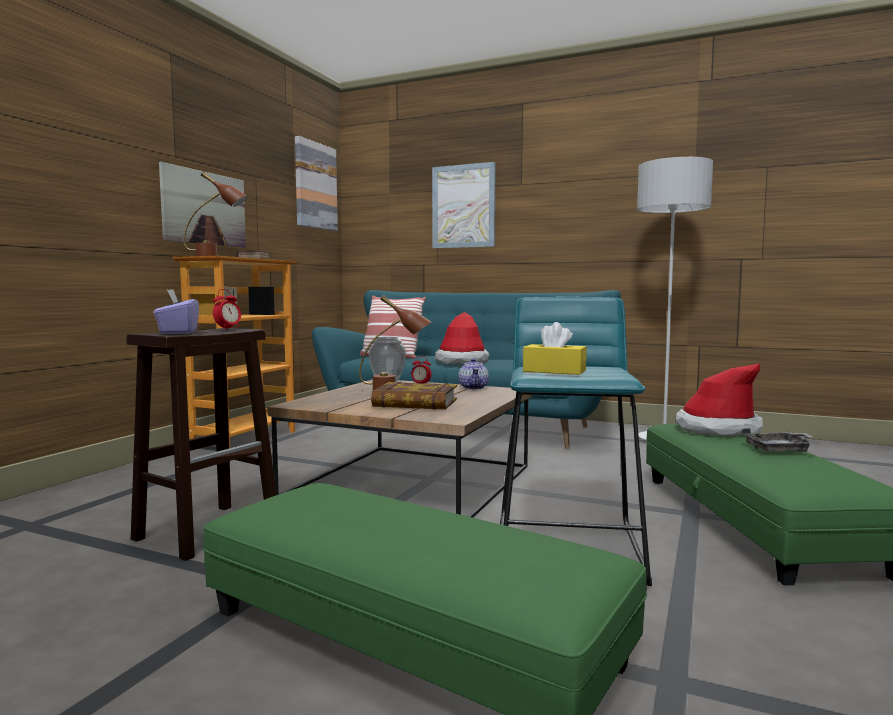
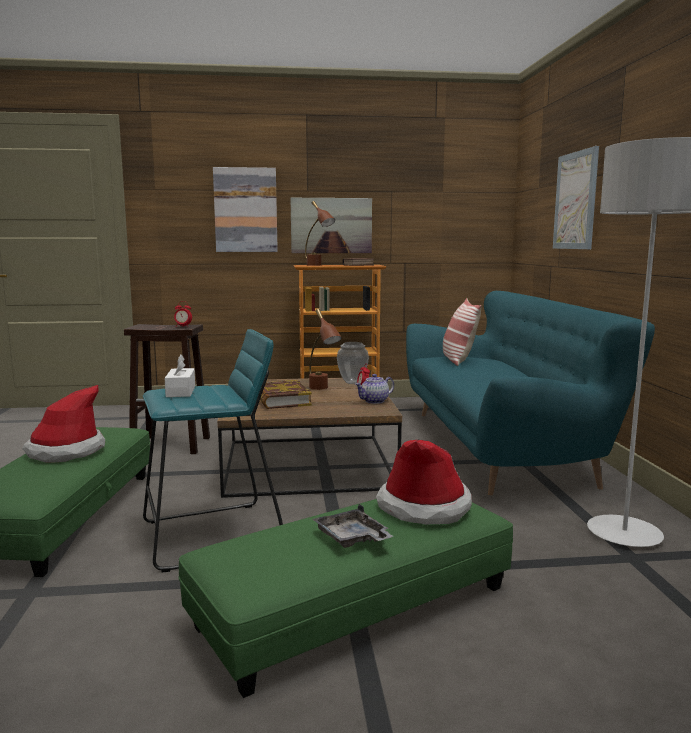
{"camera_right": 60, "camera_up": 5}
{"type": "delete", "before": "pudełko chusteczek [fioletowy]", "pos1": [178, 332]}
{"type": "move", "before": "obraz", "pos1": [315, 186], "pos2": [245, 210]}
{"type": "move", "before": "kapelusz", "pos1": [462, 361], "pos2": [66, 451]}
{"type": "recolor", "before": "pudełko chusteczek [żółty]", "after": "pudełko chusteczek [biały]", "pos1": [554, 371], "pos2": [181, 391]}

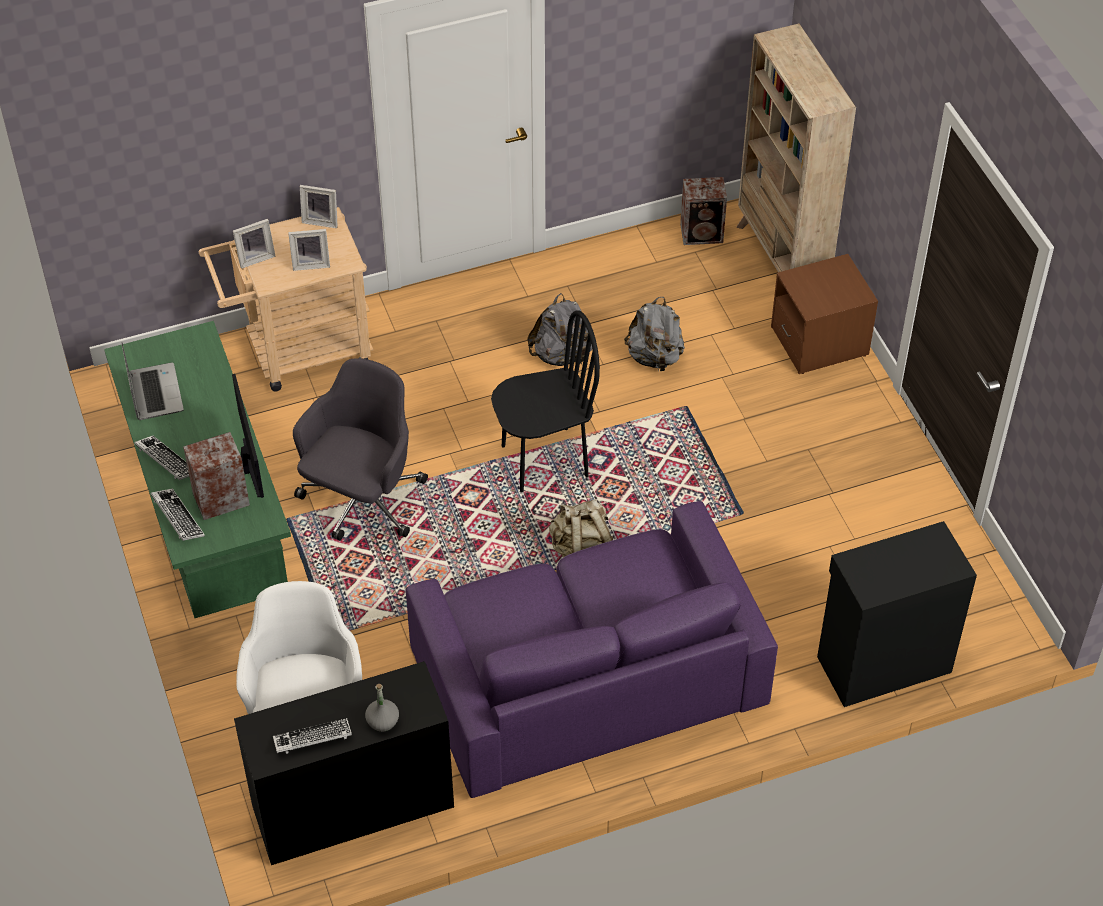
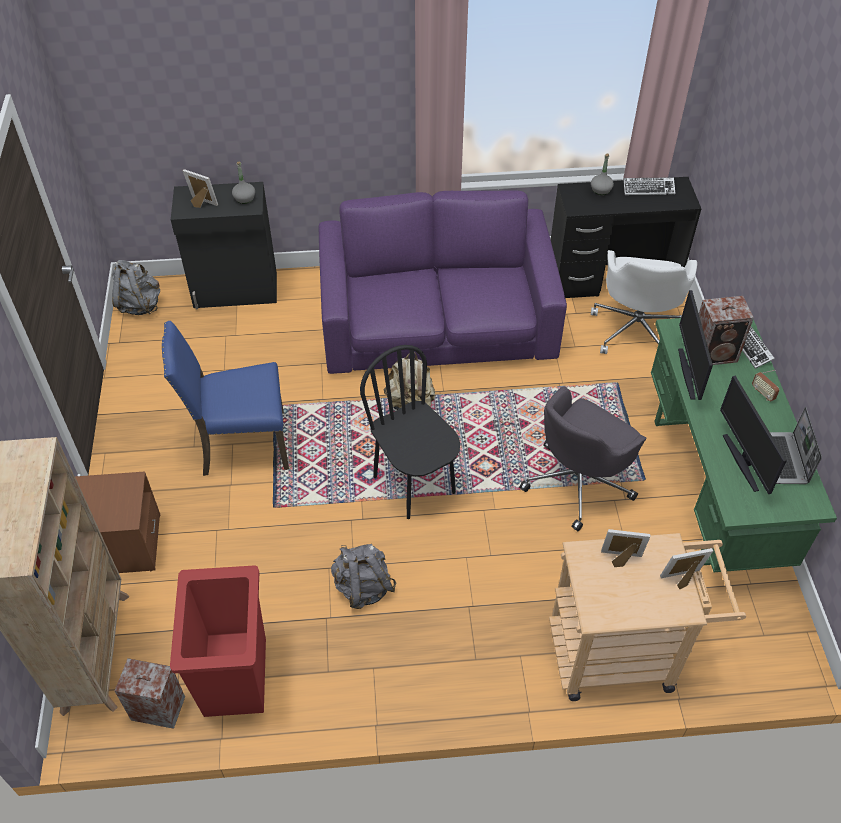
{"camera_right": -165, "camera_up": 0}
{"type": "insert", "after": "krzesło [niebieski]", "pos2": [241, 445]}
{"type": "insert", "after": "kosz na śmieci [czerwony]", "pos2": [236, 676]}
{"type": "insert", "after": "butelka [szary]", "pos2": [244, 198]}
{"type": "insert", "after": "monitor", "pos2": [742, 462]}
{"type": "move", "before": "ramka na zdjęcie", "pos1": [321, 220], "pos2": [202, 204]}
{"type": "move", "before": "plecak [szary]", "pos1": [655, 357], "pos2": [140, 304]}
{"type": "replace", "before": "klawiatura", "after": "radio", "pos1": [166, 461], "pos2": [762, 393]}
{"type": "rotate", "before": "krzesło [czarny]", "pos1": [544, 460], "pos2": [415, 484], "turn": 60}

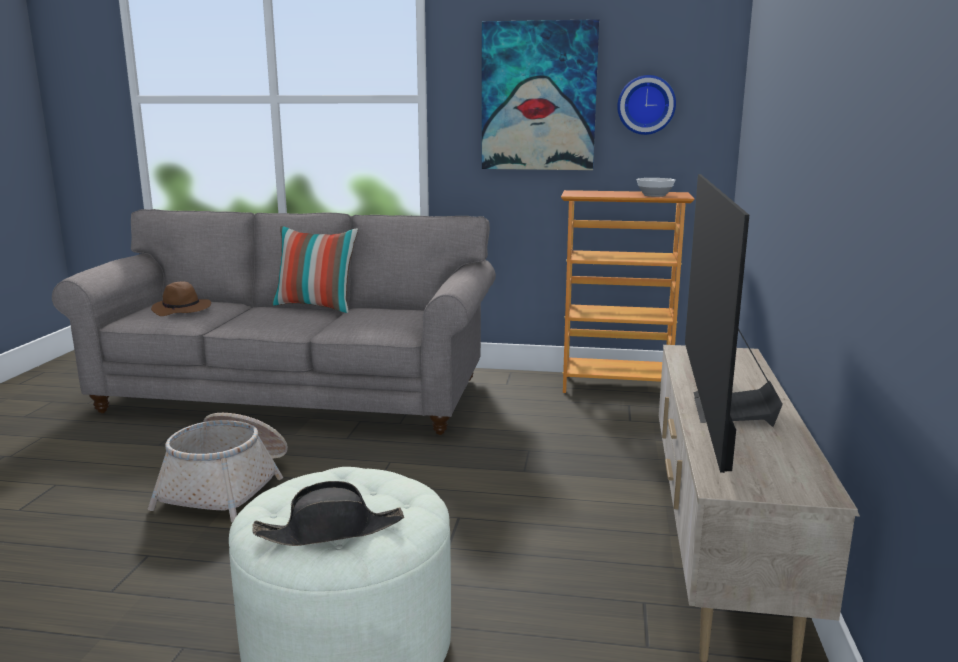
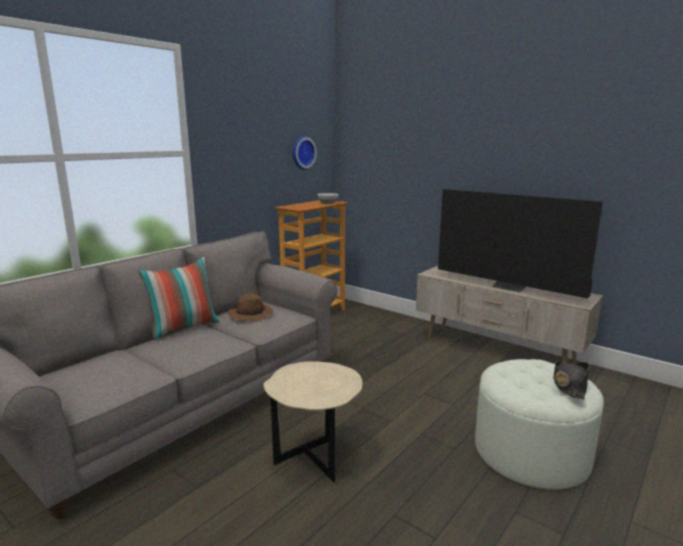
{"camera_right": -60, "camera_up": 0}
{"type": "delete", "before": "obraz", "pos1": [538, 97]}
{"type": "move", "before": "kapelusz [brązowy]", "pos1": [182, 310], "pos2": [251, 315]}
{"type": "replace", "before": "koszyk", "after": "stolik [beżowy]", "pos1": [228, 486], "pos2": [315, 462]}

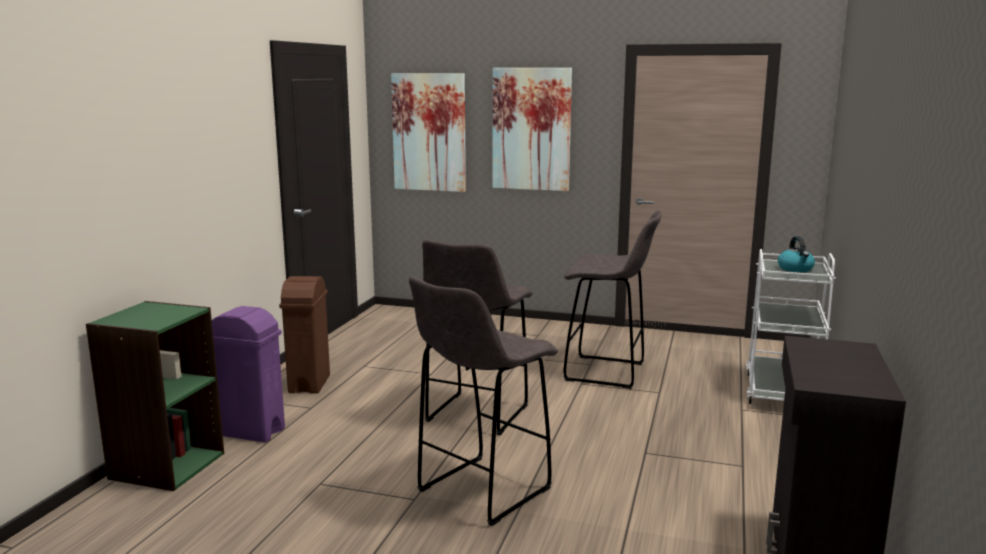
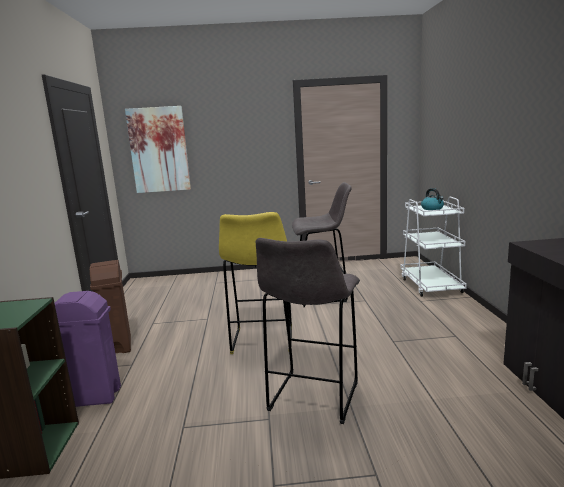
{"camera_right": -20, "camera_up": 0}
{"type": "delete", "before": "obraz", "pos1": [531, 129]}
{"type": "recolor", "before": "stołek [szary]", "after": "stołek [żółty]", "pos1": [476, 415], "pos2": [262, 341]}

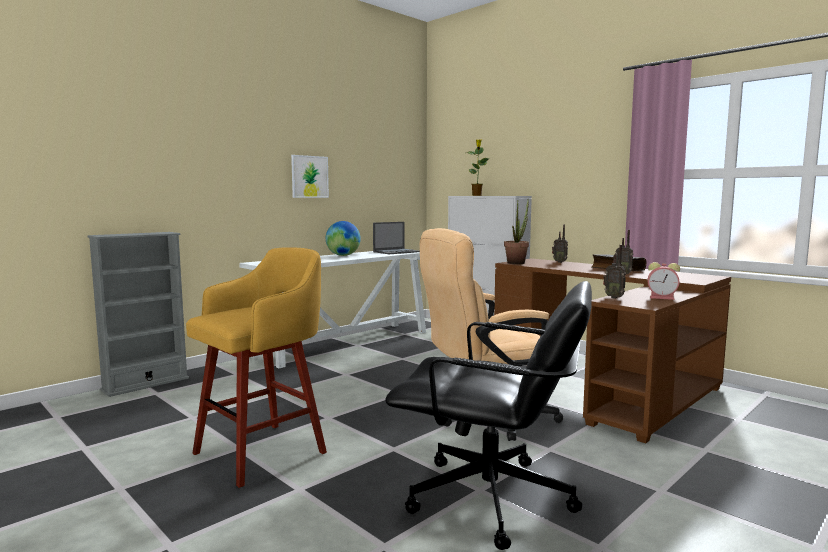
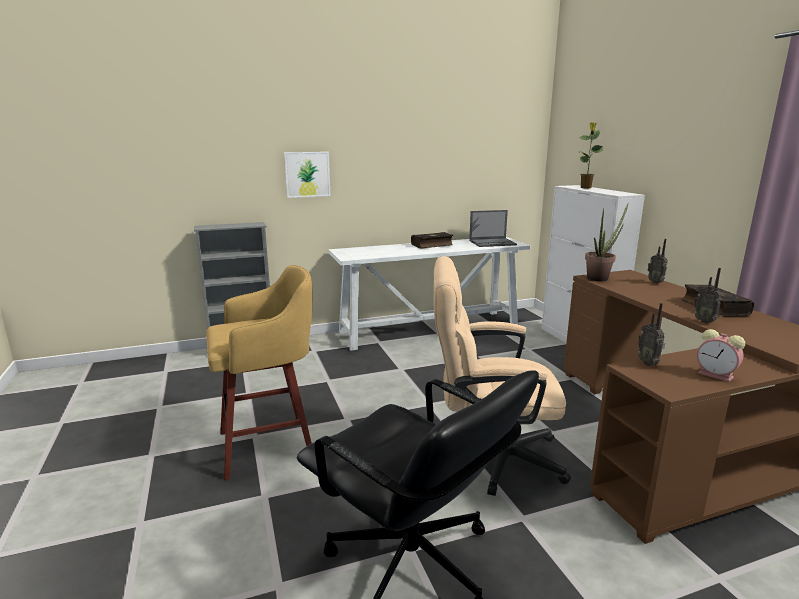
{"camera_right": 25, "camera_up": 10}
{"type": "move", "before": "obraz", "pos1": [309, 177], "pos2": [307, 174]}
{"type": "replace", "before": "globus", "after": "książka", "pos1": [343, 255], "pos2": [432, 245]}

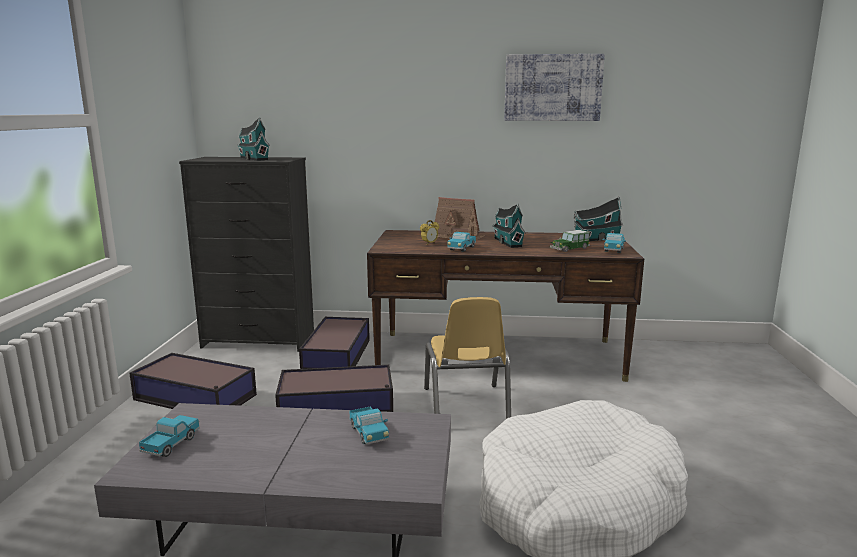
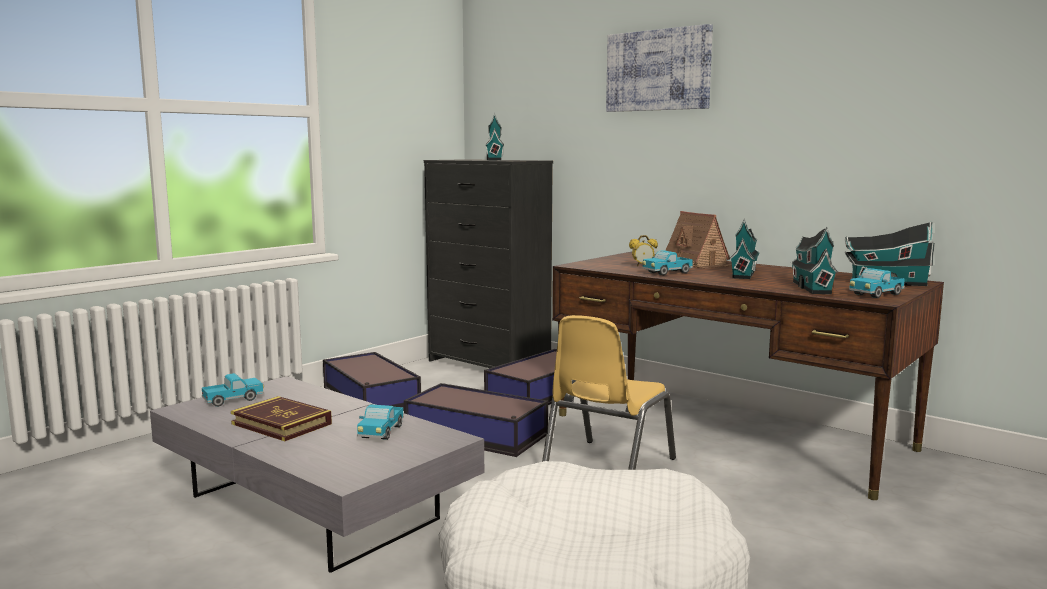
{"camera_right": 35, "camera_up": -5}
{"type": "insert", "after": "książka", "pos2": [281, 424]}
{"type": "move", "before": "obraz", "pos1": [553, 88], "pos2": [658, 70]}
{"type": "replace", "before": "samochodzik", "after": "domek", "pos1": [569, 249], "pos2": [810, 287]}

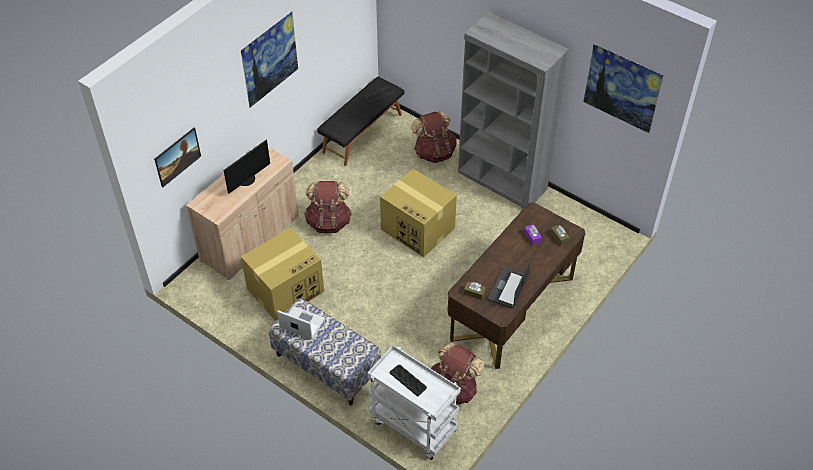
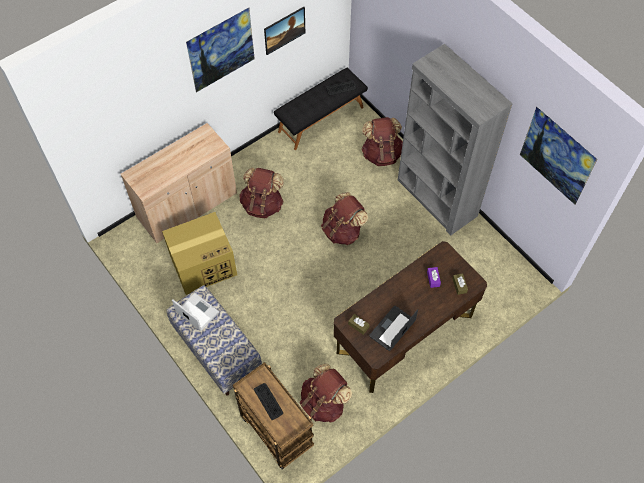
{"camera_right": 15, "camera_up": 10}
{"type": "delete", "before": "monitor", "pos1": [247, 180]}
{"type": "move", "before": "obraz", "pos1": [179, 164], "pos2": [285, 37]}
{"type": "replace", "before": "karton", "after": "plecak [brązowy]", "pos1": [418, 229], "pos2": [342, 231]}
{"type": "recolor", "before": "wózek [biały]", "after": "wózek [brązowy]", "pos1": [412, 426], "pos2": [275, 430]}

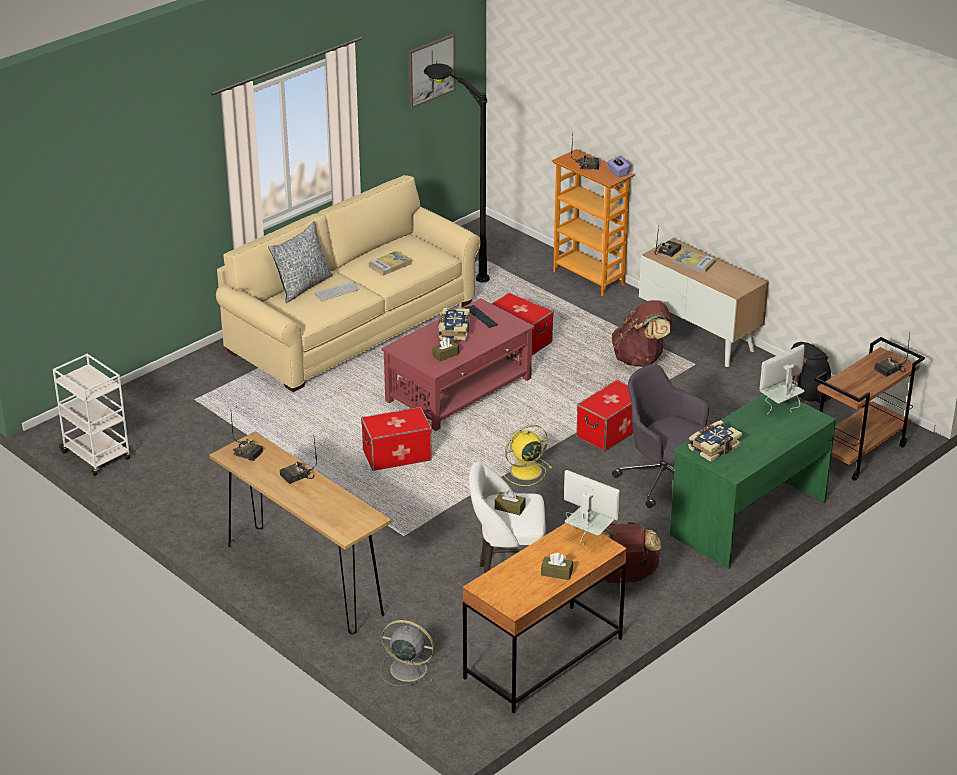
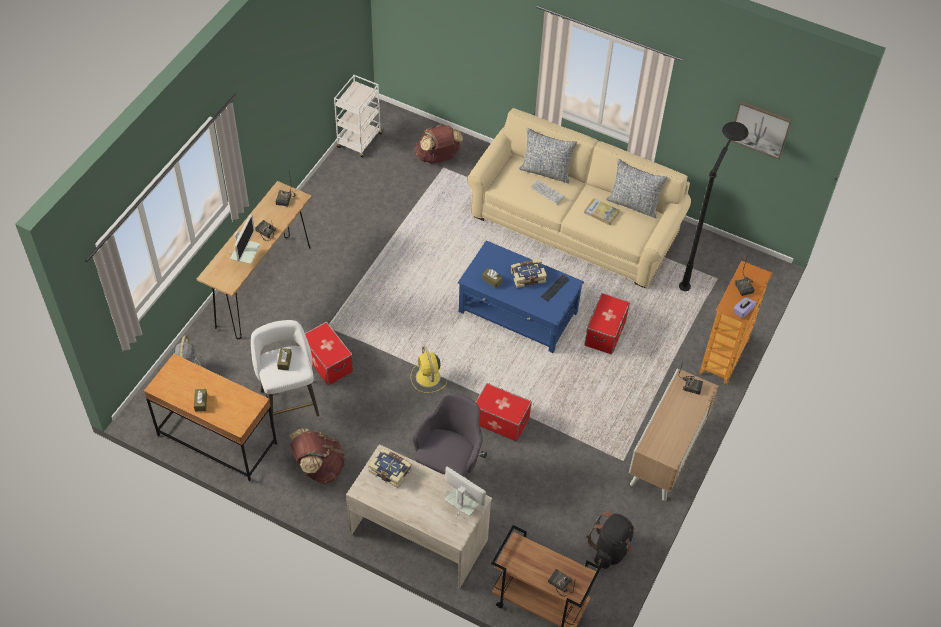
{"camera_right": 70, "camera_up": 20}
{"type": "delete", "before": "książka", "pos1": [693, 263]}
{"type": "insert", "after": "poduszka", "pos2": [633, 204]}
{"type": "move", "before": "pojemnik do przechowywania", "pos1": [397, 455], "pos2": [327, 362]}
{"type": "move", "before": "monitor", "pos1": [587, 538], "pos2": [246, 260]}
{"type": "move", "before": "plecak [brązowy]", "pos1": [640, 359], "pos2": [438, 158]}
{"type": "recolor", "before": "ława [czerwony]", "after": "ława [niebieski]", "pos1": [459, 389], "pos2": [518, 312]}
{"type": "recolor", "before": "biurko [zielony]", "after": "biurko [beżowy]", "pos1": [747, 517], "pos2": [419, 536]}
{"type": "rotate", "before": "wentylator [żółty]", "pos1": [524, 471], "pos2": [428, 378], "turn": -150}

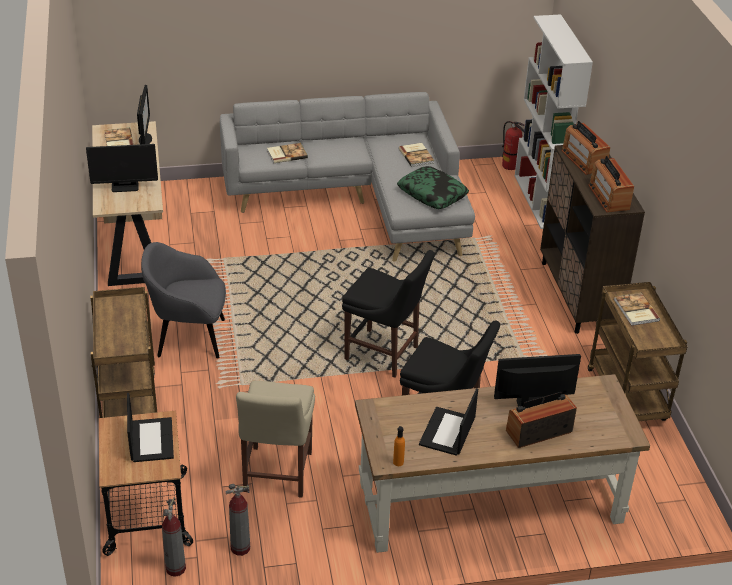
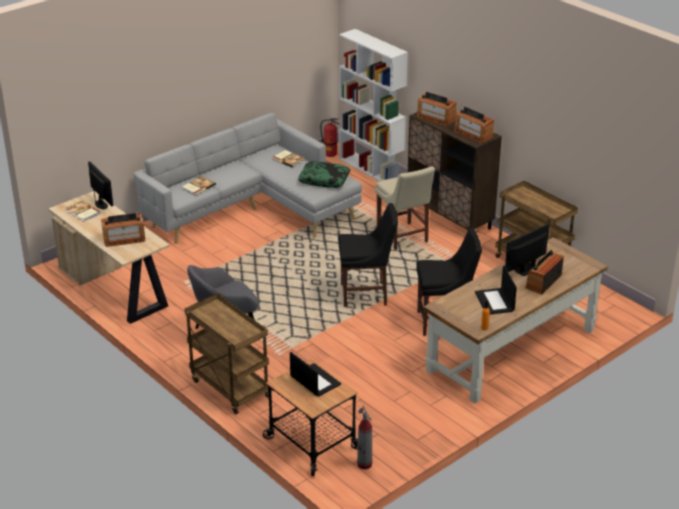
{"camera_right": -30, "camera_up": -5}
{"type": "delete", "before": "gaśnica", "pos1": [240, 548]}
{"type": "delete", "before": "książka", "pos1": [635, 310]}
{"type": "move", "before": "krzesło [beżowy]", "pos1": [276, 474], "pos2": [403, 238]}
{"type": "replace", "before": "monitor", "after": "radio", "pos1": [125, 186], "pos2": [124, 239]}

